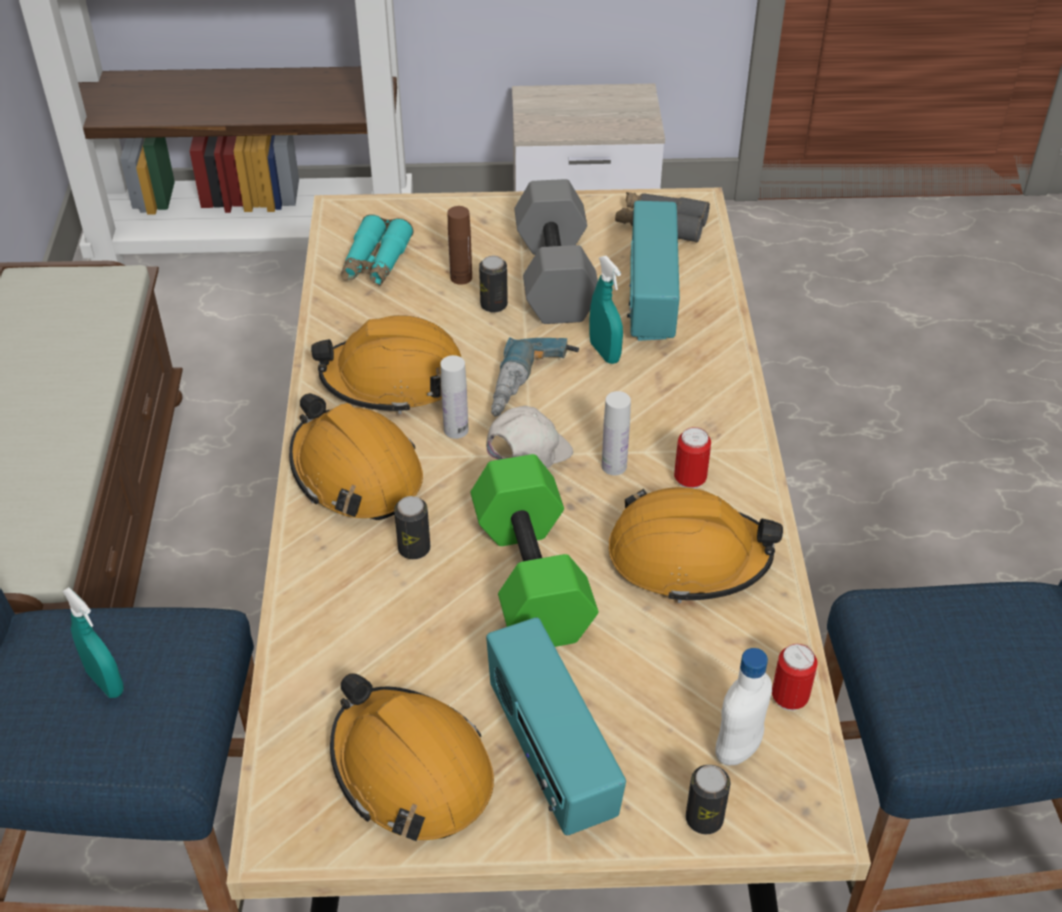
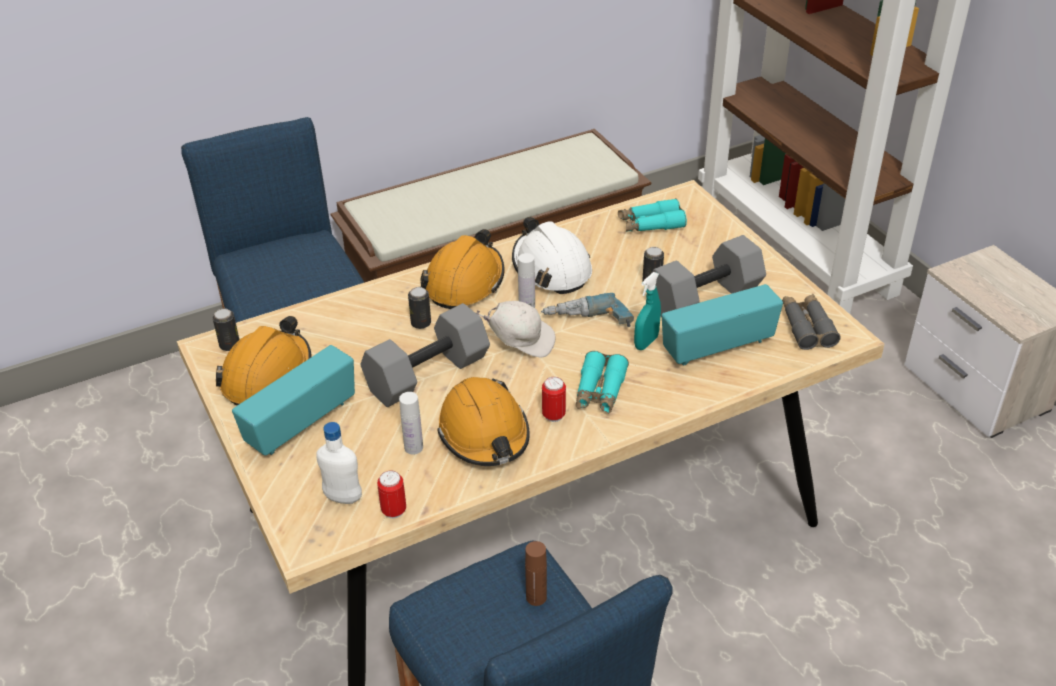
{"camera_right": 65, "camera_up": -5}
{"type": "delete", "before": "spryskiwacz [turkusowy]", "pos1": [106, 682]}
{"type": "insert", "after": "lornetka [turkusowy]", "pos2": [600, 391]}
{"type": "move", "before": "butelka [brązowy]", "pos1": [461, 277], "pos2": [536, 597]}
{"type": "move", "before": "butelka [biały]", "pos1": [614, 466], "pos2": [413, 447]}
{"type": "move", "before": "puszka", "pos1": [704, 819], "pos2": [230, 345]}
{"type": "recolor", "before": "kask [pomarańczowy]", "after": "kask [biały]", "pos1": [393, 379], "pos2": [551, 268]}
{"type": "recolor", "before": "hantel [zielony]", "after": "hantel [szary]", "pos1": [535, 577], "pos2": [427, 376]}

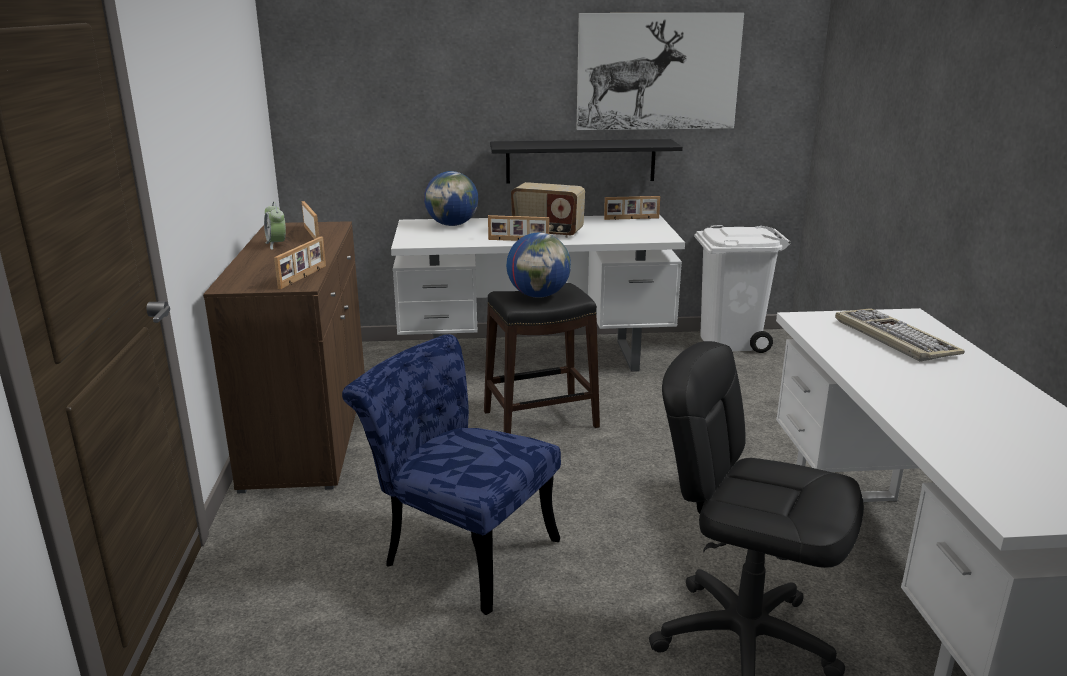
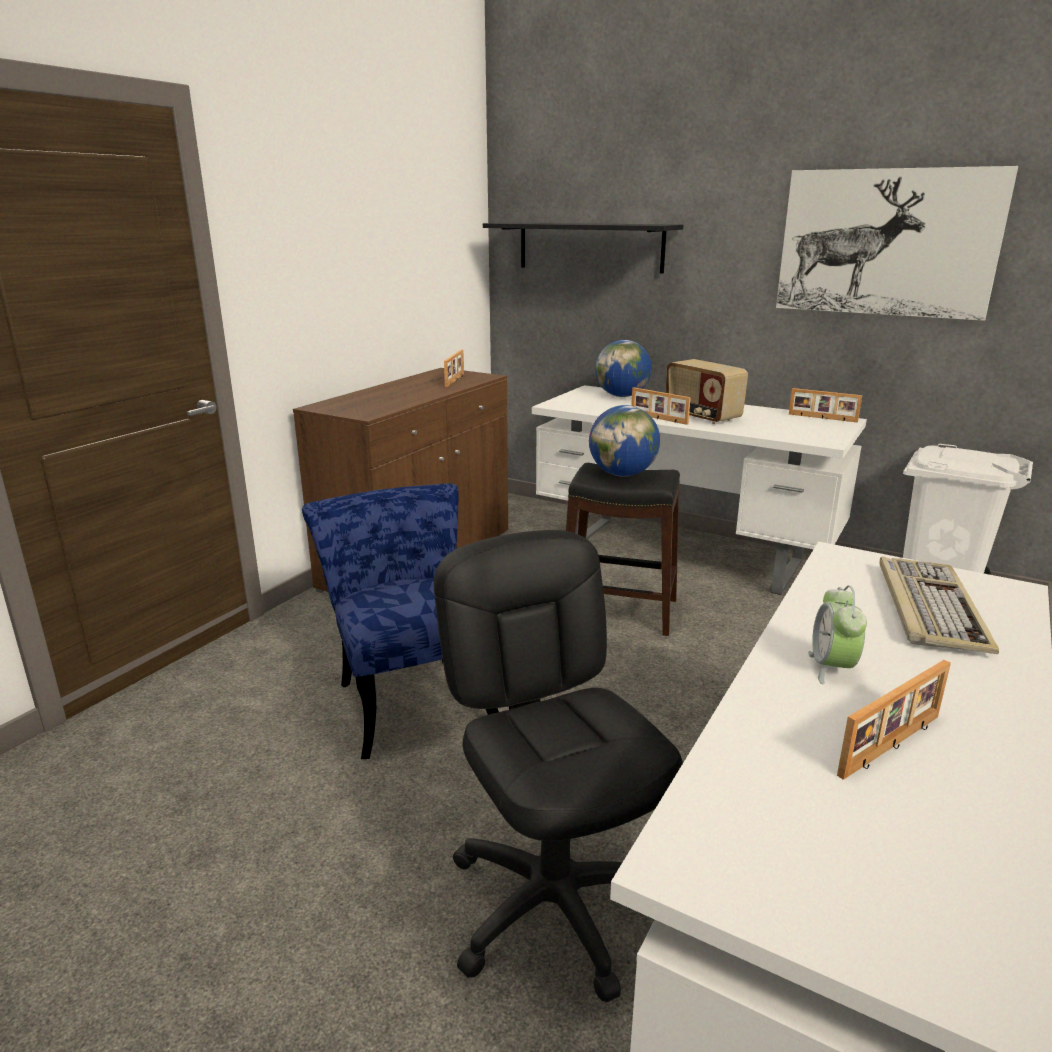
{"camera_right": 35, "camera_up": 0}
{"type": "move", "before": "budzik", "pos1": [277, 245], "pos2": [832, 668]}
{"type": "move", "before": "ramka na zdjęcie", "pos1": [304, 277], "pos2": [892, 746]}
{"type": "move", "before": "półka [czarny]", "pos1": [580, 161], "pos2": [590, 247]}

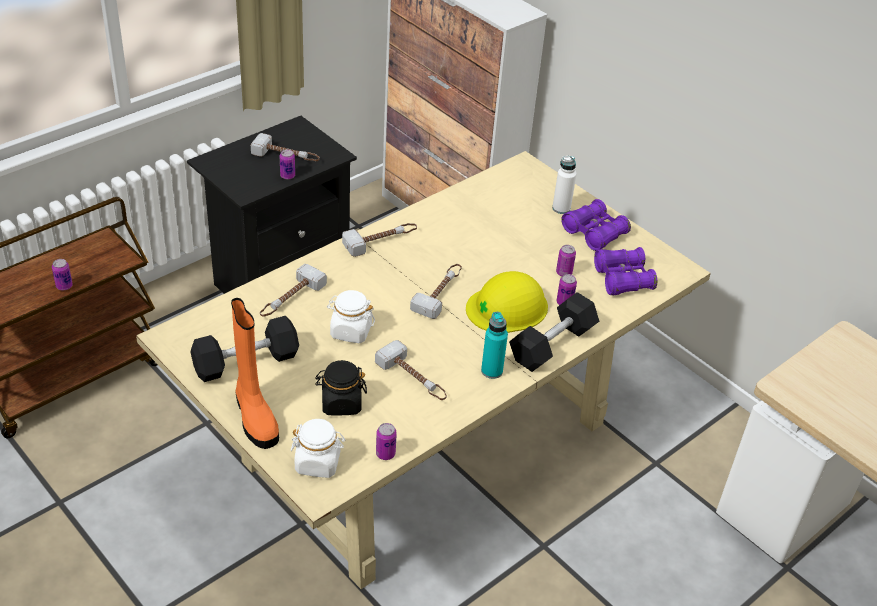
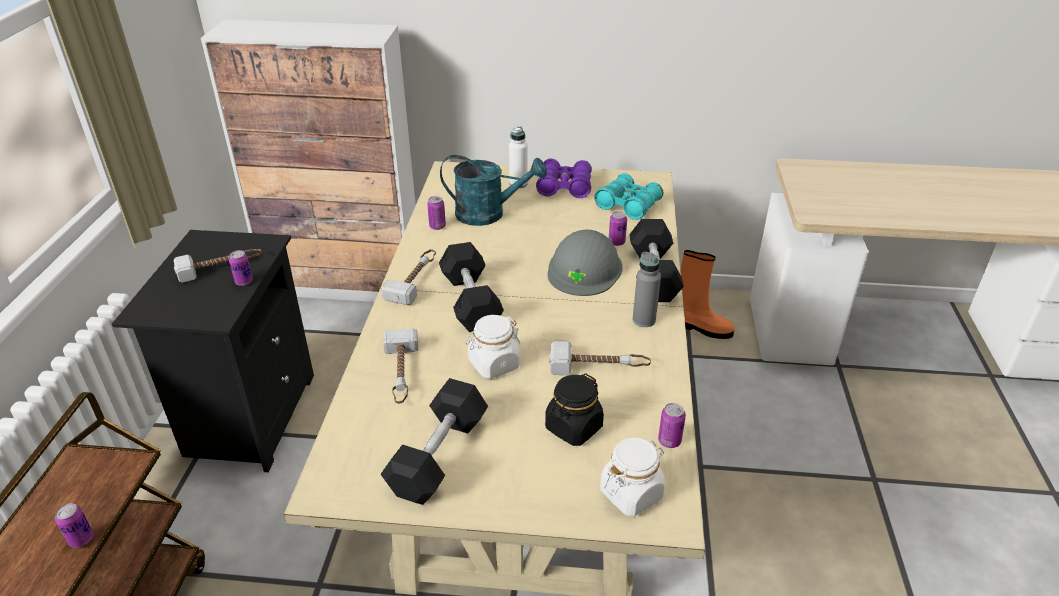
{"camera_right": -40, "camera_up": -5}
{"type": "delete", "before": "młotek", "pos1": [440, 293]}
{"type": "insert", "after": "hantel [czarny]", "pos2": [470, 301]}
{"type": "insert", "after": "konewka [turkusowy]", "pos2": [489, 214]}
{"type": "move", "before": "but z cholewką [pomarańczowy]", "pos1": [255, 417], "pos2": [702, 328]}
{"type": "move", "before": "puszka", "pos1": [564, 273], "pos2": [437, 226]}
{"type": "recolor", "before": "kask [żółty]", "after": "kask [szary]", "pos1": [507, 307], "pos2": [584, 269]}
{"type": "recolor", "before": "butelka [turkusowy]", "after": "butelka [szary]", "pos1": [491, 371], "pos2": [644, 320]}
{"type": "recolor", "before": "lornetka [fioletowy]", "after": "lornetka [turkusowy]", "pos1": [622, 279], "pos2": [628, 205]}

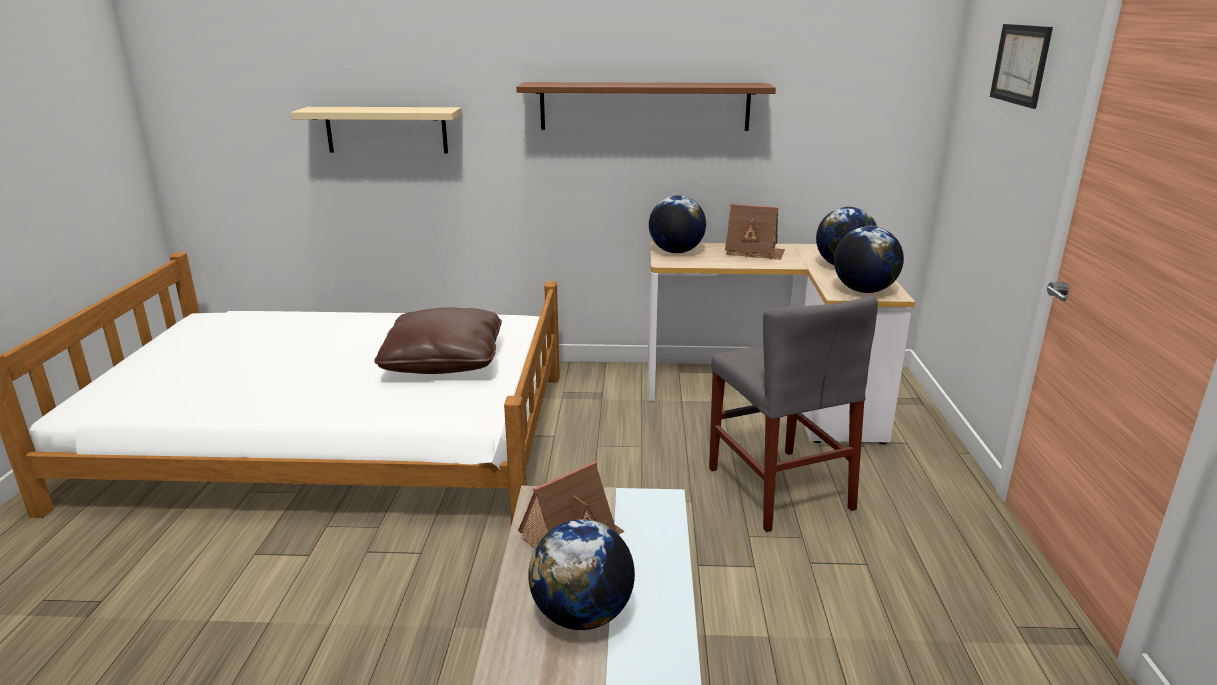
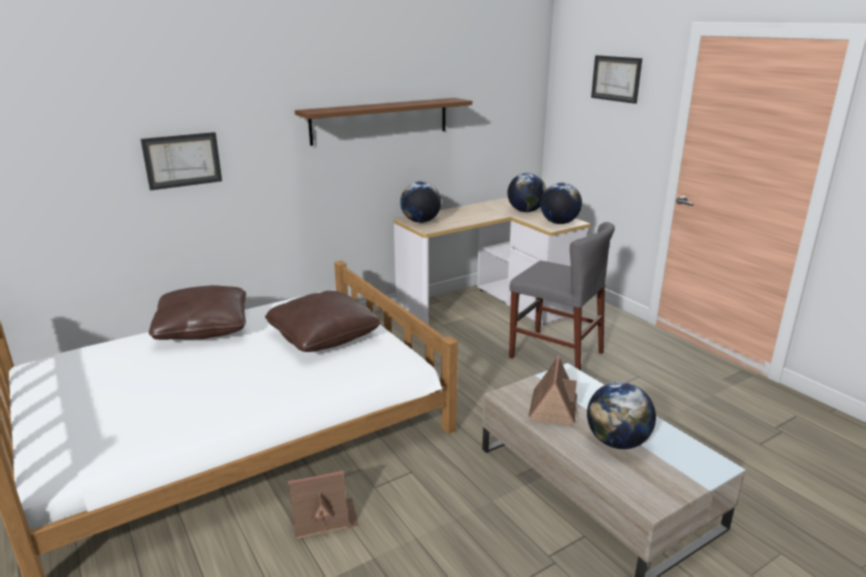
{"camera_right": -35, "camera_up": 0}
{"type": "insert", "after": "poduszka [brązowy]", "pos2": [203, 328]}
{"type": "move", "before": "domek", "pos1": [754, 252], "pos2": [323, 518]}
{"type": "replace", "before": "półka [beżowy]", "after": "obraz", "pos1": [386, 130], "pos2": [182, 160]}

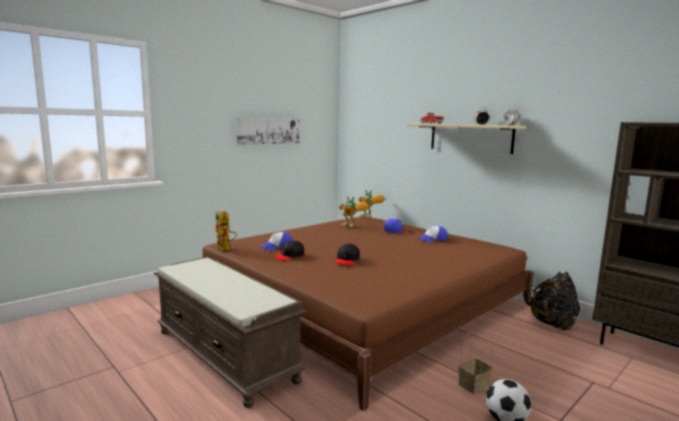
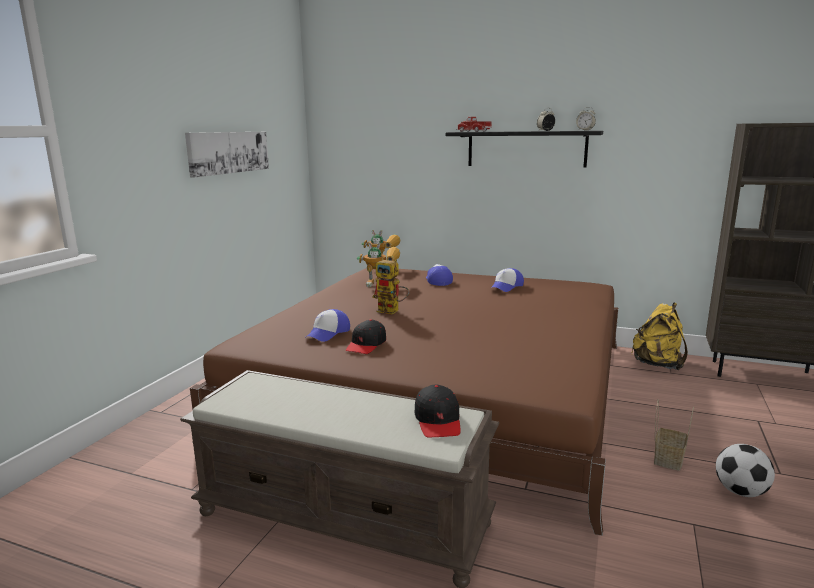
{"camera_right": -25, "camera_up": 5}
{"type": "move", "before": "robot zabawkowy", "pos1": [225, 249], "pos2": [392, 311]}
{"type": "move", "before": "czapka z daszkiem [czarny]", "pos1": [347, 260], "pos2": [438, 421]}
{"type": "recolor", "before": "półka [beżowy]", "after": "półka [czarny]", "pos1": [470, 138], "pos2": [526, 149]}
{"type": "recolor", "before": "plecak [czarny]", "after": "plecak [żółty]", "pos1": [553, 324], "pos2": [657, 364]}

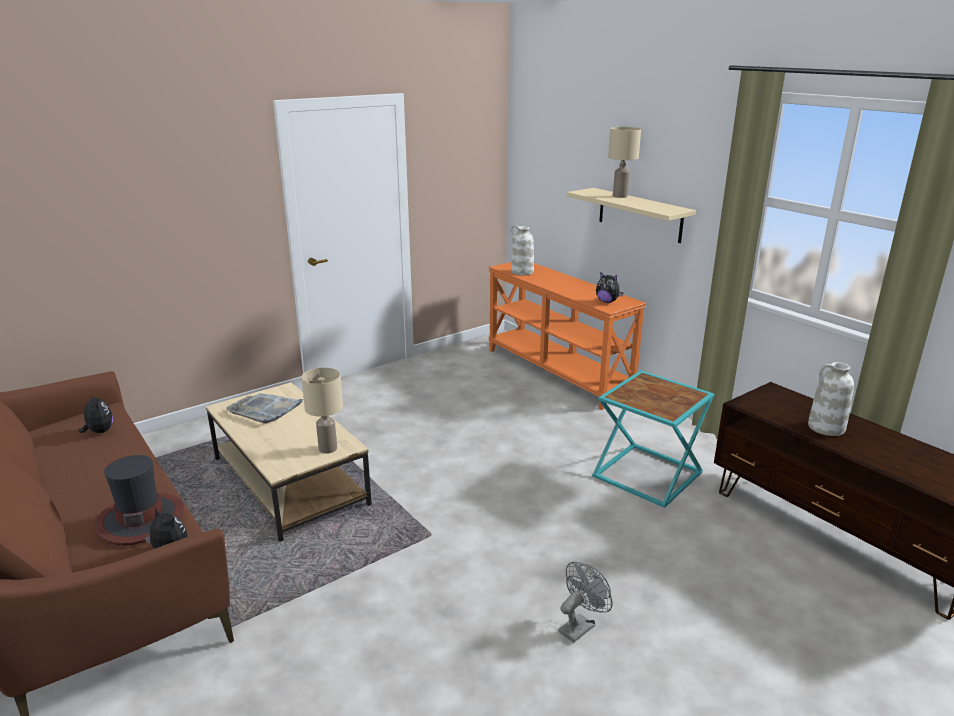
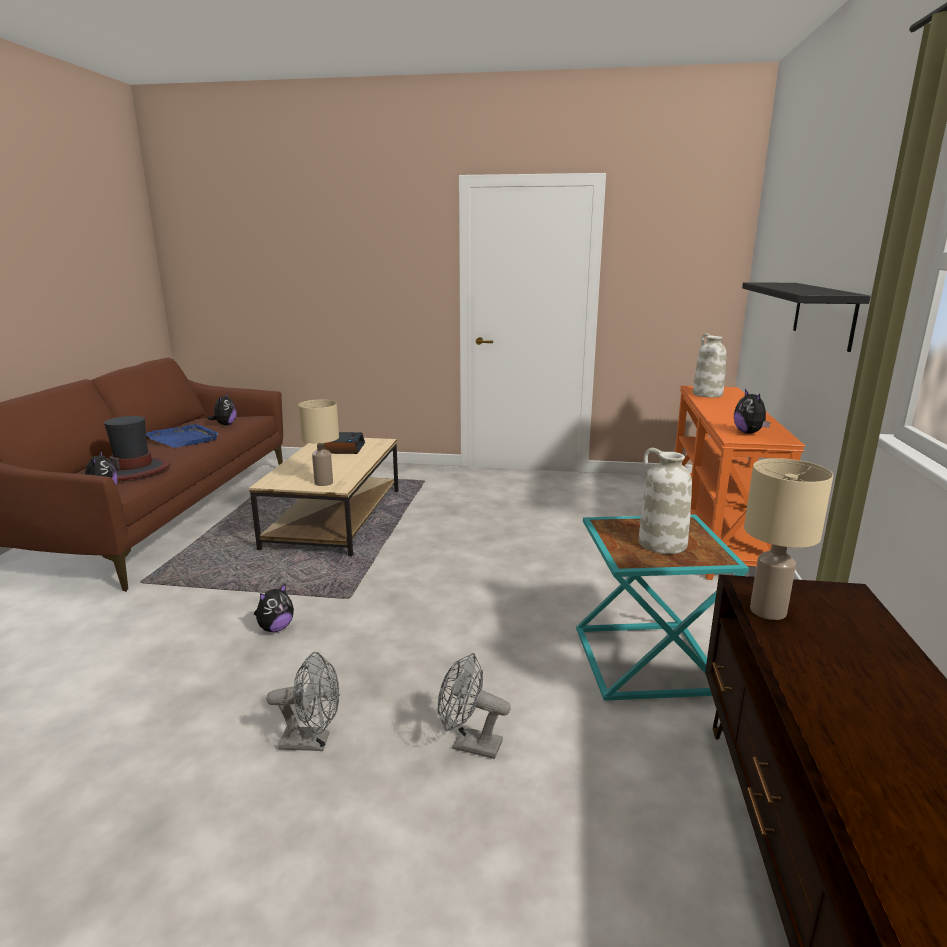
{"camera_right": 45, "camera_up": -5}
{"type": "insert", "after": "taca [niebieski]", "pos2": [184, 439]}
{"type": "insert", "after": "pluszak", "pos2": [275, 628]}
{"type": "insert", "after": "wentylator [szary]", "pos2": [469, 744]}
{"type": "move", "before": "lampa stołowa [beżowy]", "pos1": [619, 196], "pos2": [766, 611]}
{"type": "move", "before": "wazon [biały]", "pos1": [826, 428], "pos2": [661, 544]}
{"type": "replace", "before": "taca [szary]", "after": "budzik", "pos1": [265, 409], "pos2": [344, 448]}
{"type": "recolor", "before": "półka [beżowy]", "after": "półka [czarny]", "pos1": [639, 215], "pos2": [823, 314]}

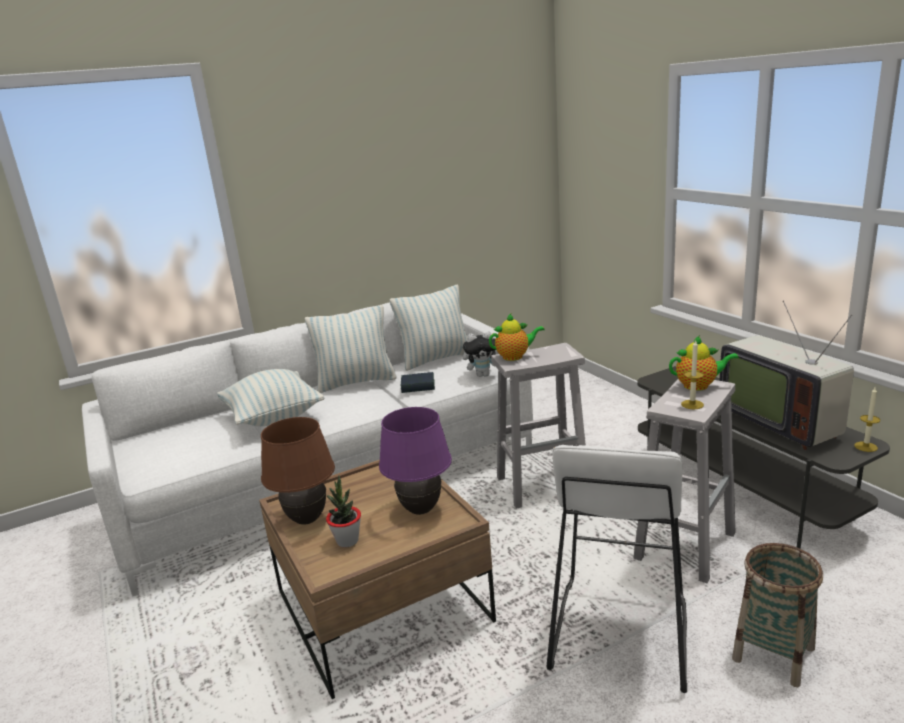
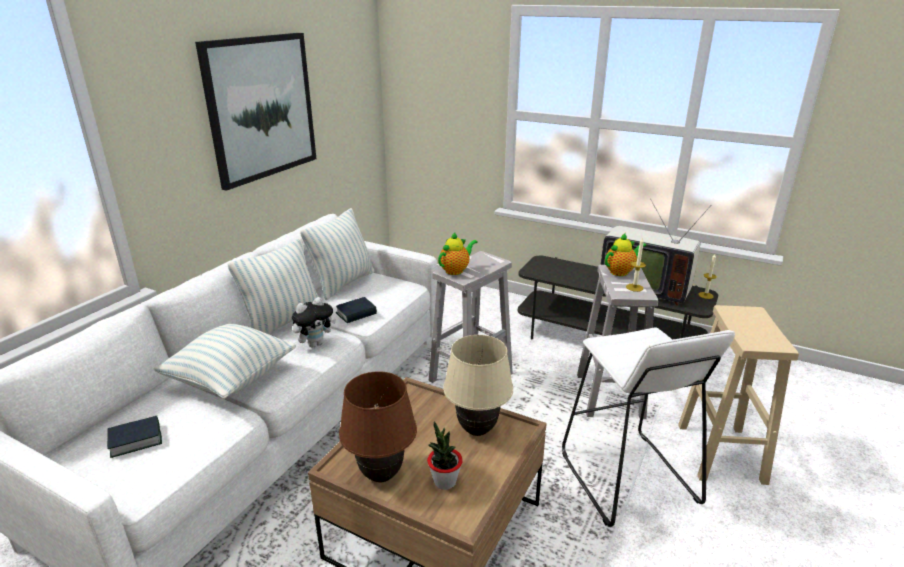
{"camera_right": -35, "camera_up": 5}
{"type": "insert", "after": "książka", "pos2": [135, 440]}
{"type": "insert", "after": "obraz", "pos2": [261, 108]}
{"type": "move", "before": "pluszak", "pos1": [483, 375], "pos2": [315, 343]}
{"type": "replace", "before": "koszyk", "after": "stołek [beżowy]", "pos1": [773, 654], "pos2": [721, 454]}
{"type": "recolor", "before": "lampa stołowa [fioletowy]", "after": "lampa stołowa [beżowy]", "pos1": [420, 510], "pos2": [477, 430]}

